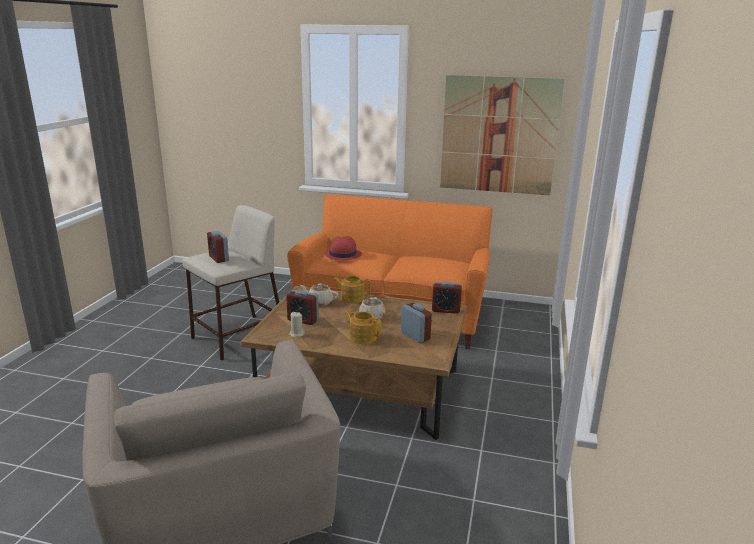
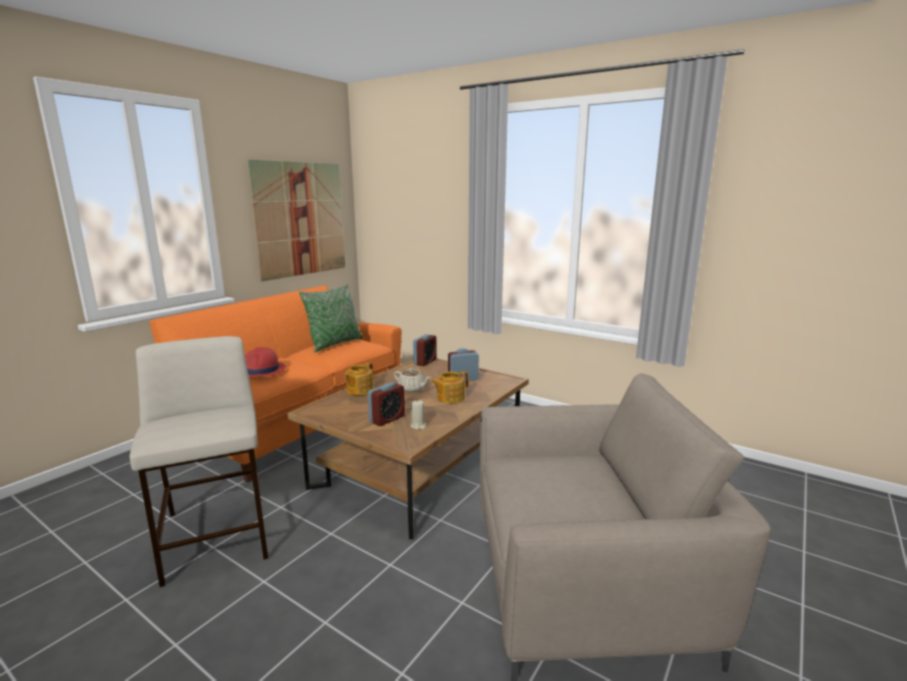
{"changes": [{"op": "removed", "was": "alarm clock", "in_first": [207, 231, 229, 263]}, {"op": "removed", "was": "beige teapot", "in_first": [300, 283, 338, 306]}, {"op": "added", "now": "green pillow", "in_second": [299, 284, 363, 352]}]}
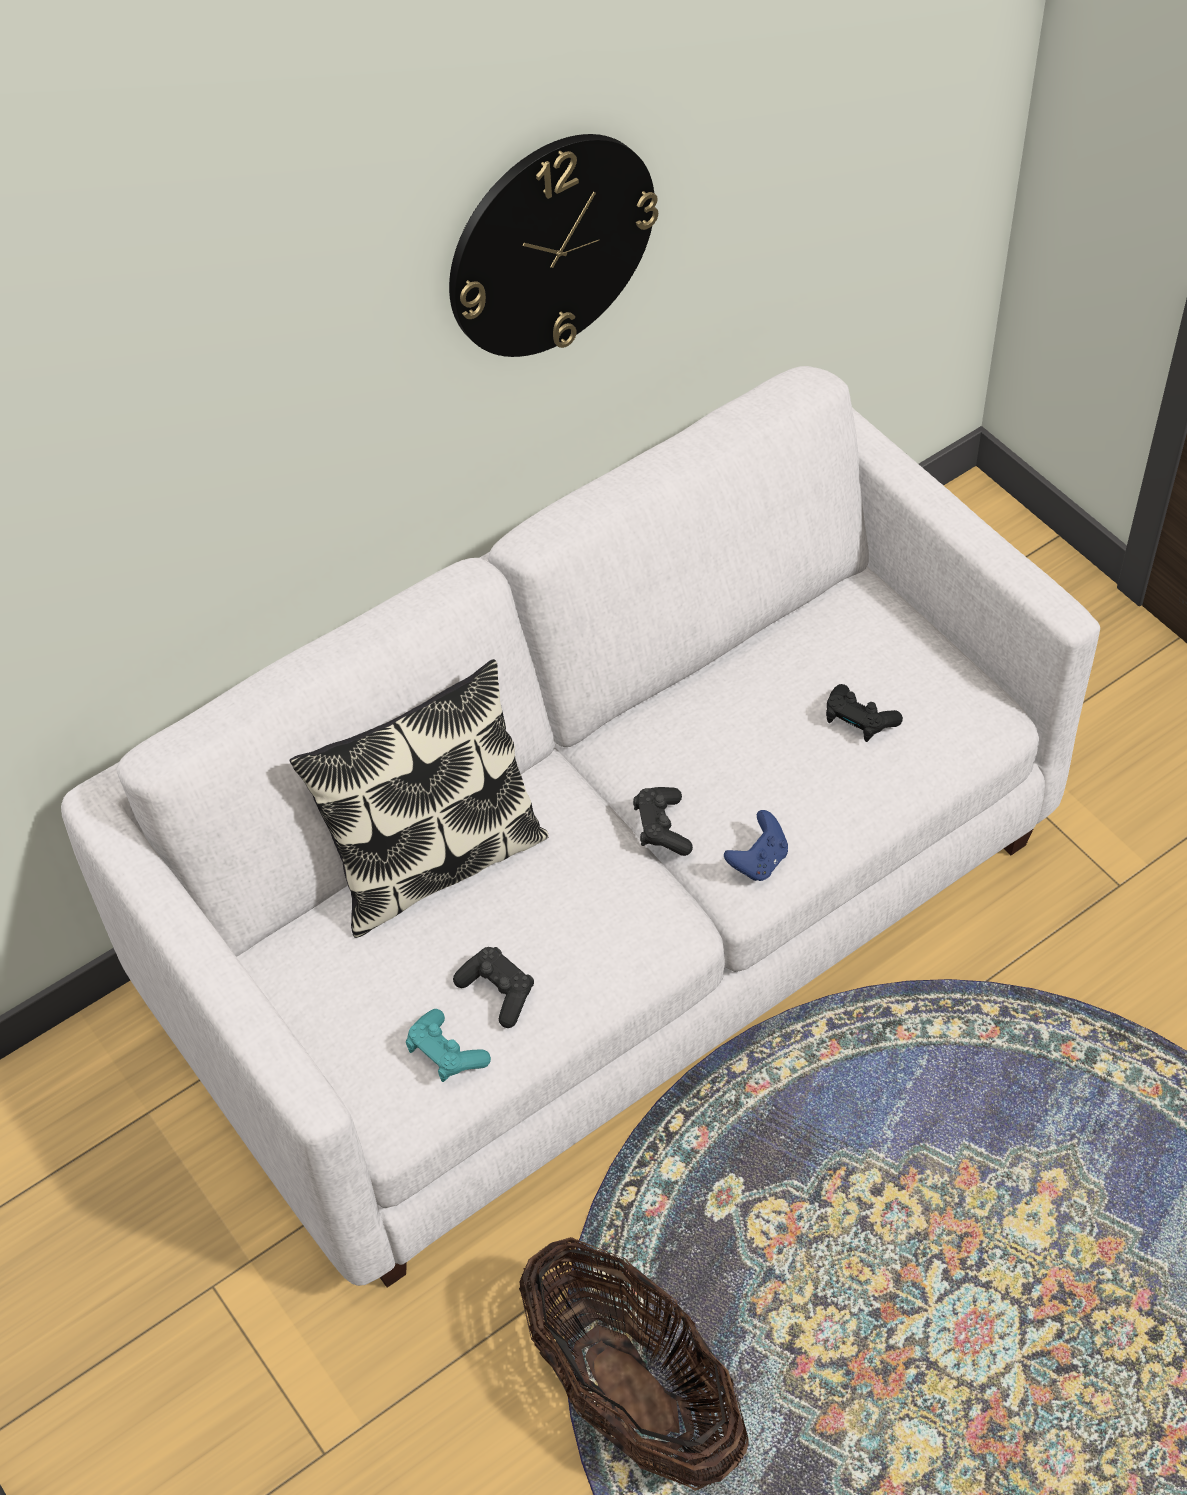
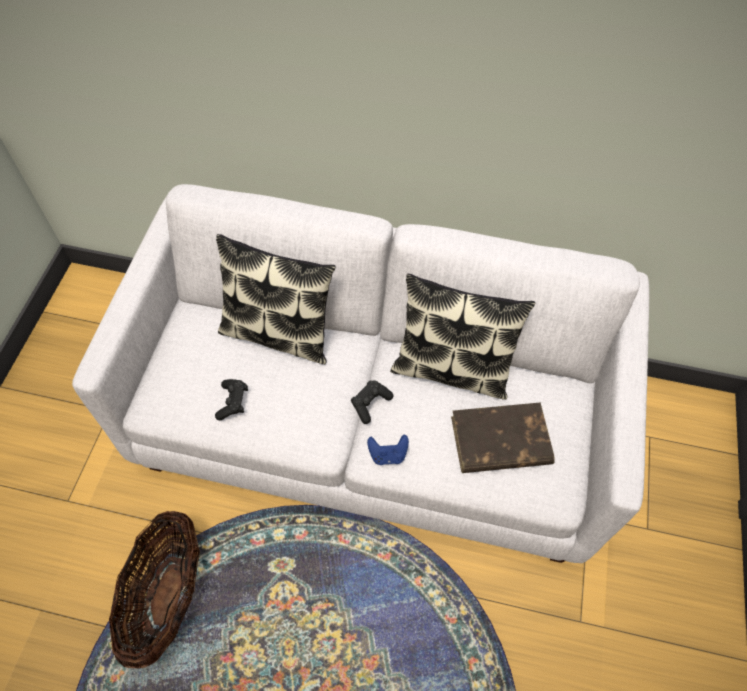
{"changes": [{"op": "removed", "was": "turquoise game controller", "in_first": [406, 1009, 491, 1082]}, {"op": "removed", "was": "wall clock", "in_first": [449, 134, 658, 357]}, {"op": "replaced", "was": "black game controller", "now": "brown book", "in_first": [826, 684, 903, 742], "in_second": [451, 402, 555, 473]}, {"op": "added", "now": "pillow", "in_second": [390, 274, 535, 400]}]}
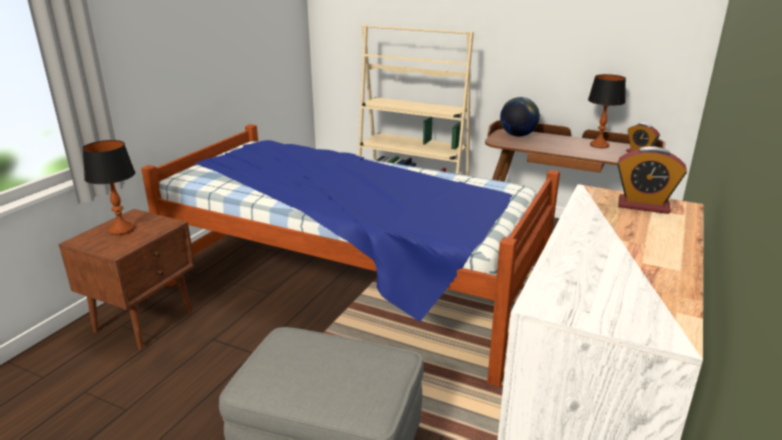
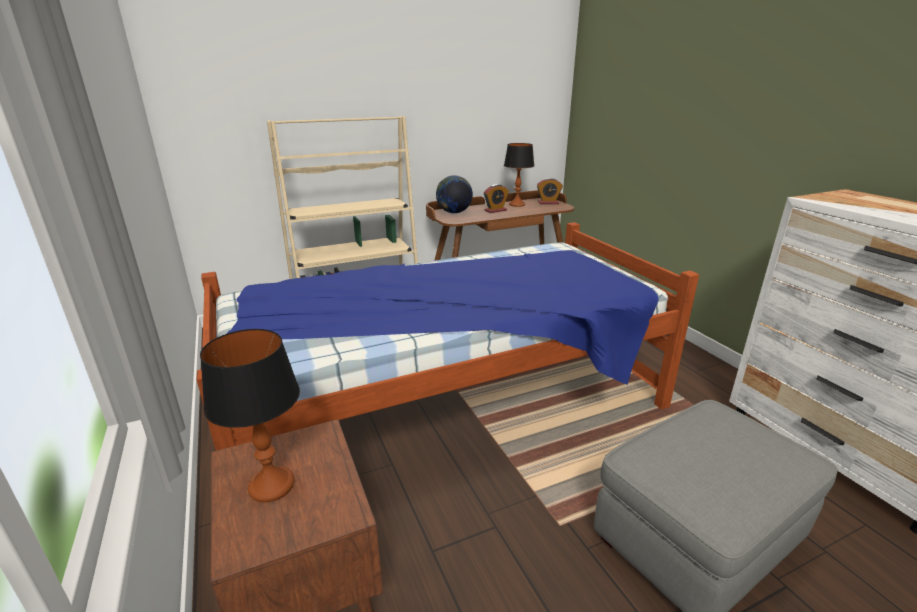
{"changes": [{"op": "moved", "was": "alarm clock", "in_first": [617, 146, 687, 214], "in_second": [484, 184, 509, 213]}]}
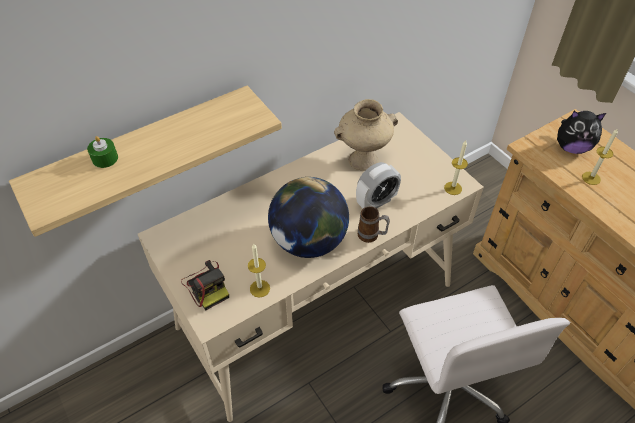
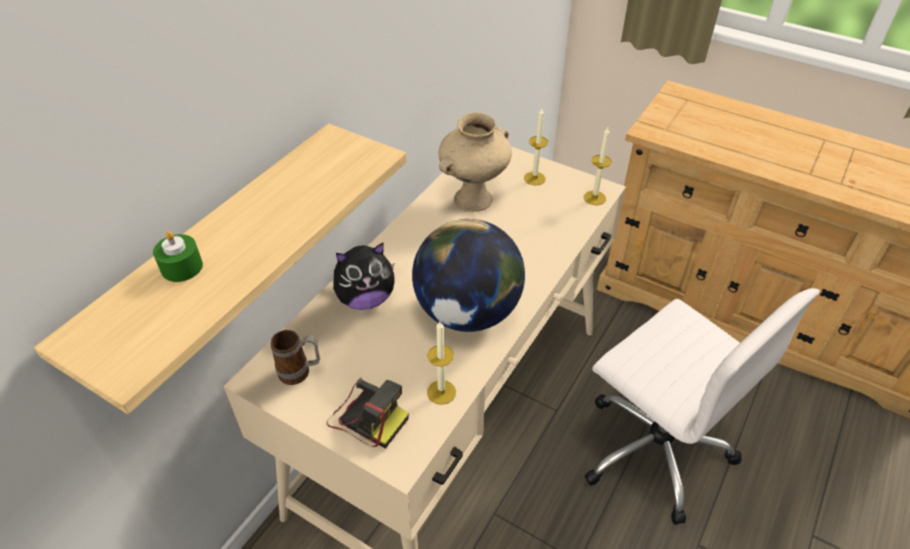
{"changes": [{"op": "removed", "was": "alarm clock", "in_first": [356, 162, 401, 209]}, {"op": "moved", "was": "mug", "in_first": [358, 206, 390, 243], "in_second": [271, 330, 320, 385]}, {"op": "moved", "was": "plush toy", "in_first": [557, 111, 606, 154], "in_second": [333, 243, 395, 310]}, {"op": "moved", "was": "candle", "in_first": [582, 128, 618, 185], "in_second": [524, 109, 548, 185]}]}
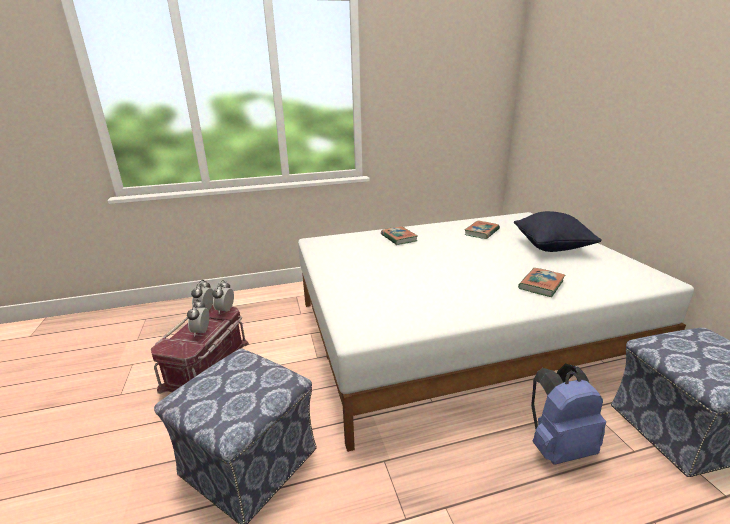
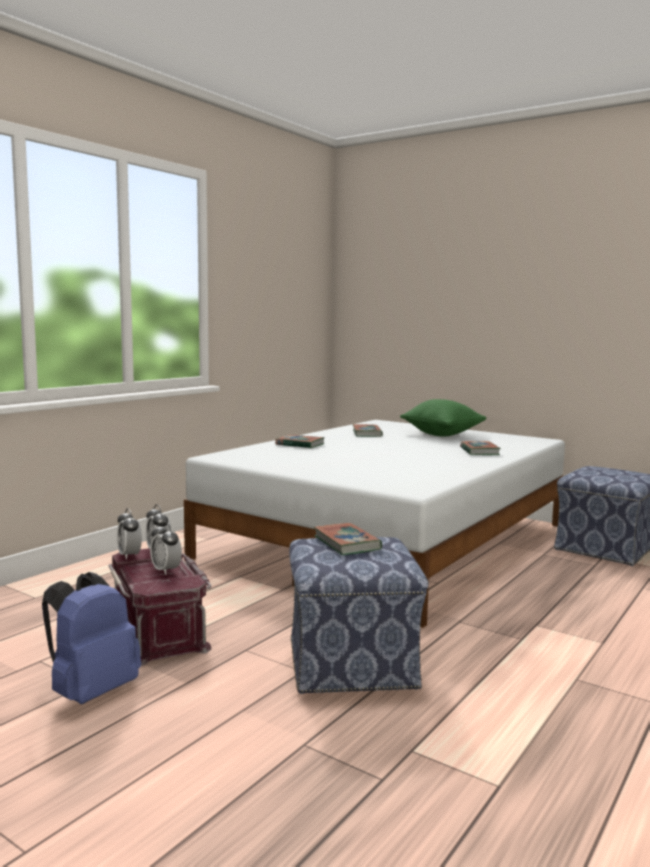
{"changes": [{"op": "recoloured", "was": "black pillow", "now": "green pillow", "in_first": [514, 211, 602, 252], "in_second": [400, 399, 486, 437]}, {"op": "moved", "was": "blue backpack", "in_first": [531, 363, 606, 465], "in_second": [42, 572, 141, 704]}, {"op": "added", "now": "book", "in_second": [314, 523, 382, 555]}]}
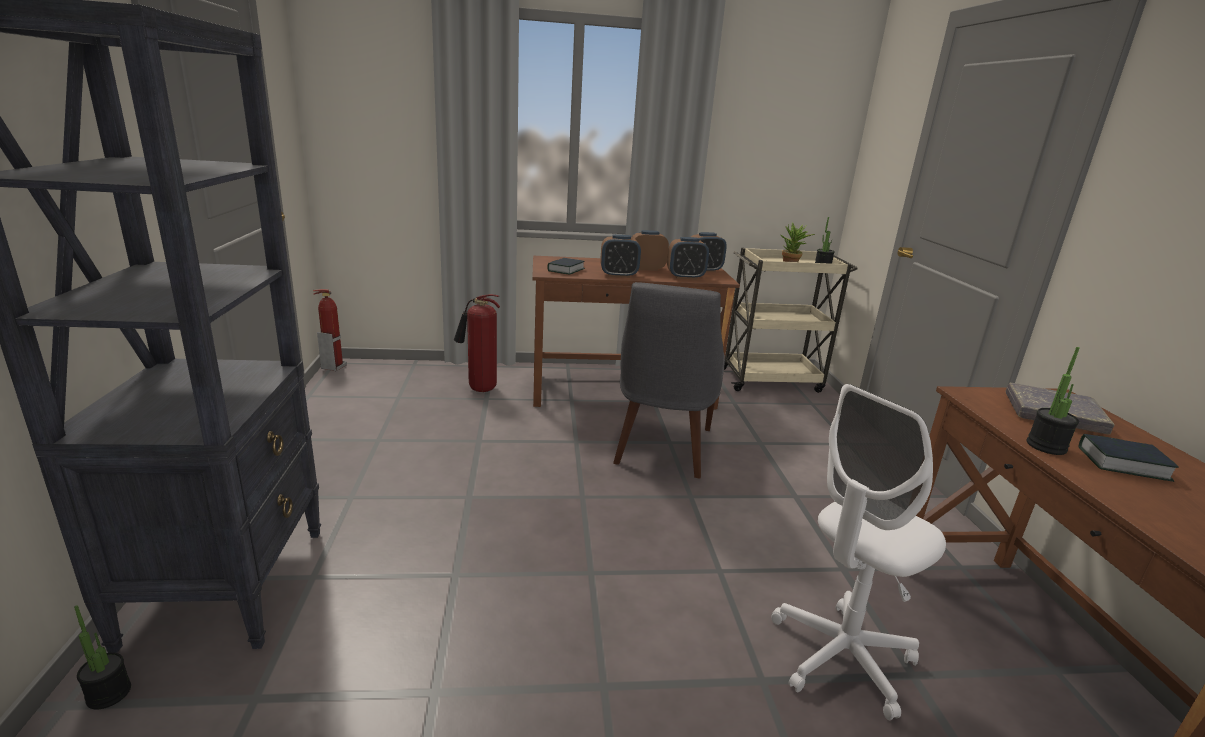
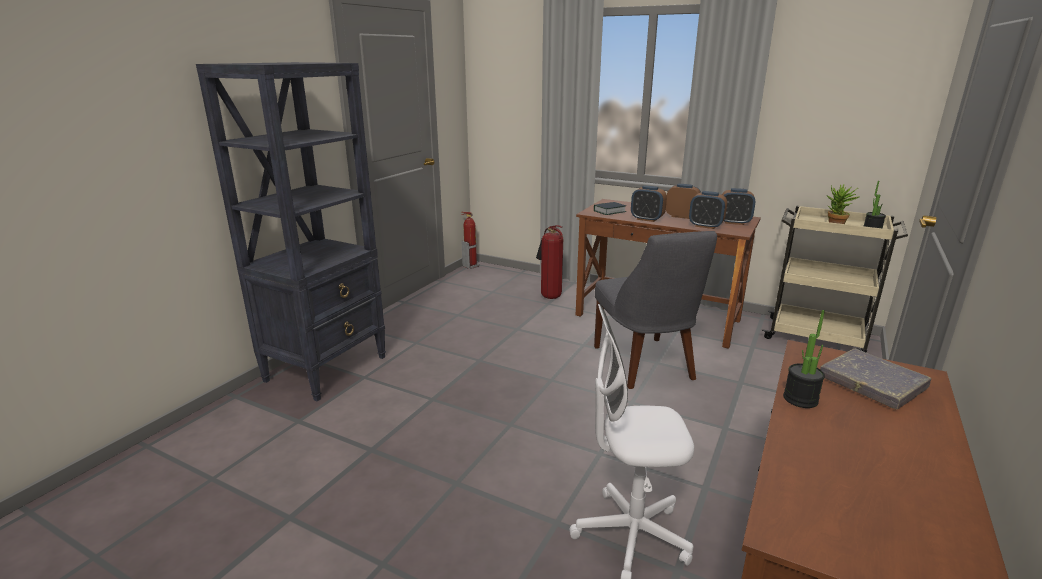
{"changes": [{"op": "removed", "was": "potted plant", "in_first": [74, 605, 131, 709]}, {"op": "turned", "was": "grey chair", "in_first": [613, 282, 725, 478], "in_second": [594, 231, 717, 389], "clockwise": -60}, {"op": "removed", "was": "book", "in_first": [1078, 434, 1179, 482]}]}
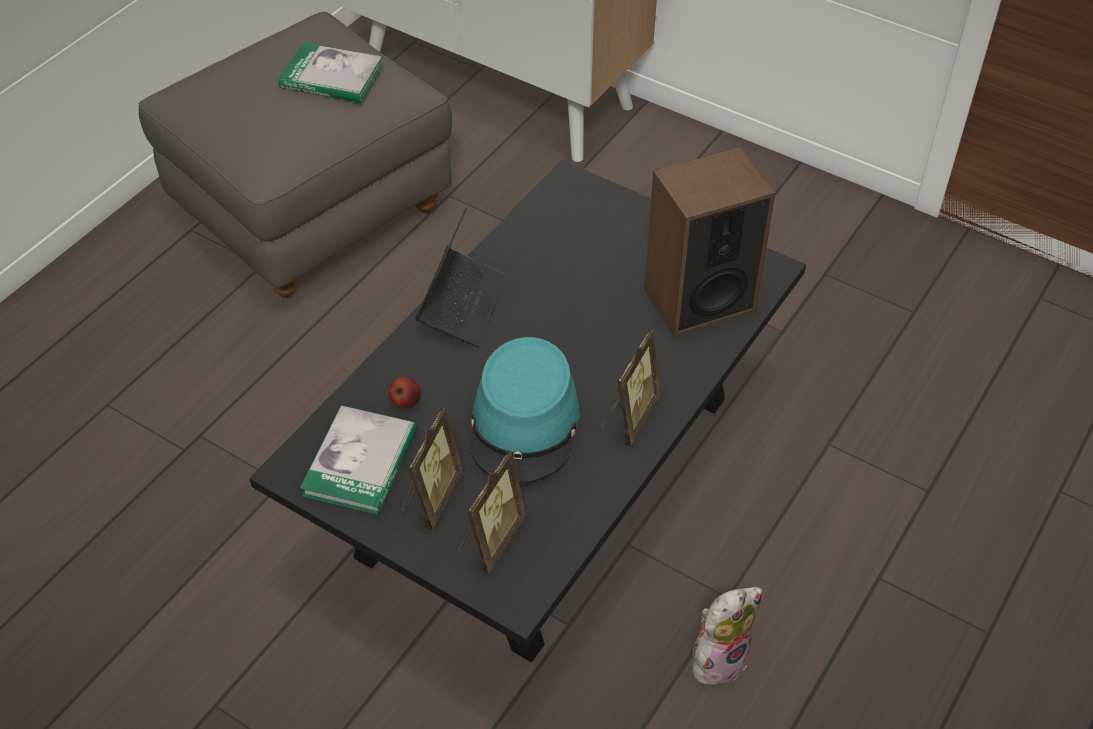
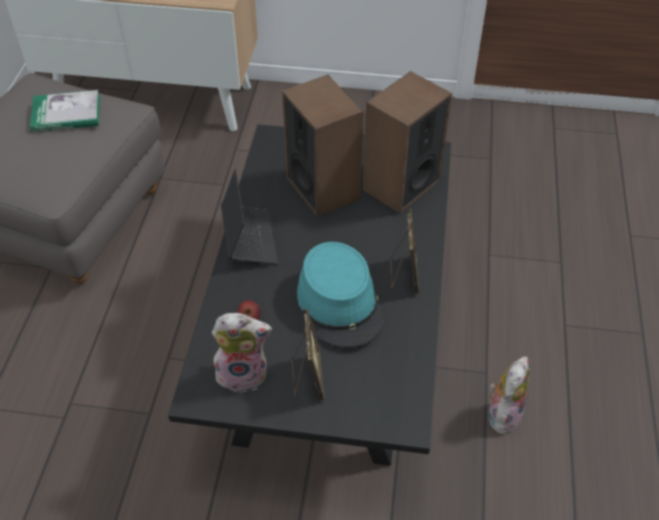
{"changes": [{"op": "replaced", "was": "book", "now": "plush toy", "in_first": [300, 405, 417, 515], "in_second": [212, 313, 272, 393]}, {"op": "removed", "was": "picture frame", "in_first": [459, 450, 527, 575]}, {"op": "added", "now": "speaker", "in_second": [282, 74, 363, 217]}]}
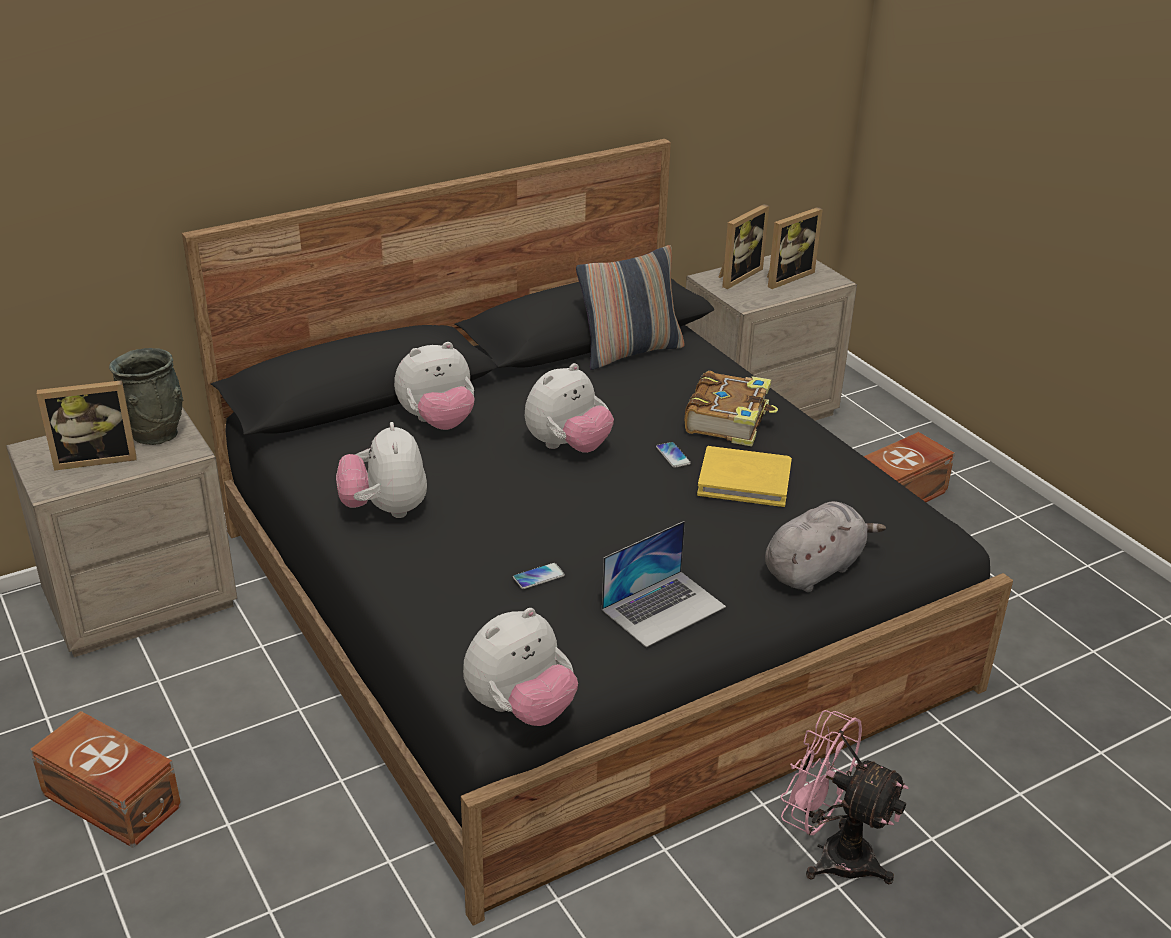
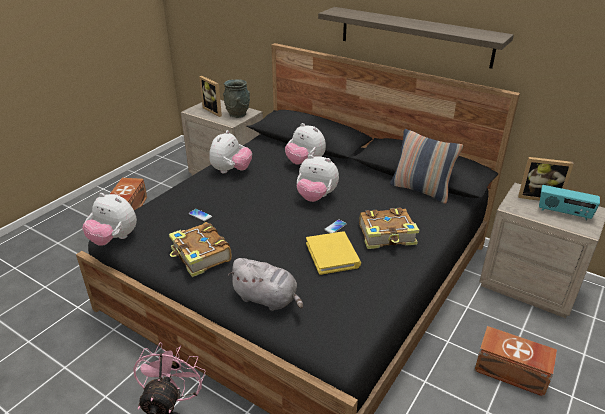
{"changes": [{"op": "turned", "was": "plush toy", "in_first": [336, 422, 427, 518], "in_second": [209, 130, 252, 173], "clockwise": 150}, {"op": "replaced", "was": "laptop", "now": "book", "in_first": [602, 521, 726, 647], "in_second": [169, 222, 232, 277]}, {"op": "replaced", "was": "picture frame", "now": "radio", "in_first": [767, 207, 823, 289], "in_second": [539, 185, 600, 220]}, {"op": "added", "now": "shelf", "in_second": [318, 7, 514, 69]}]}
